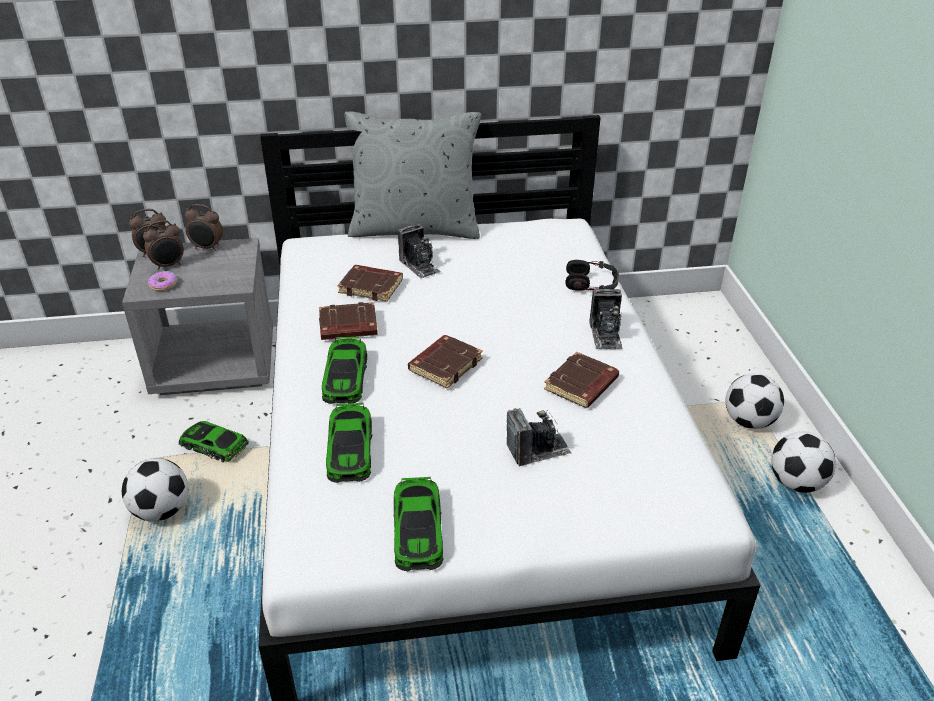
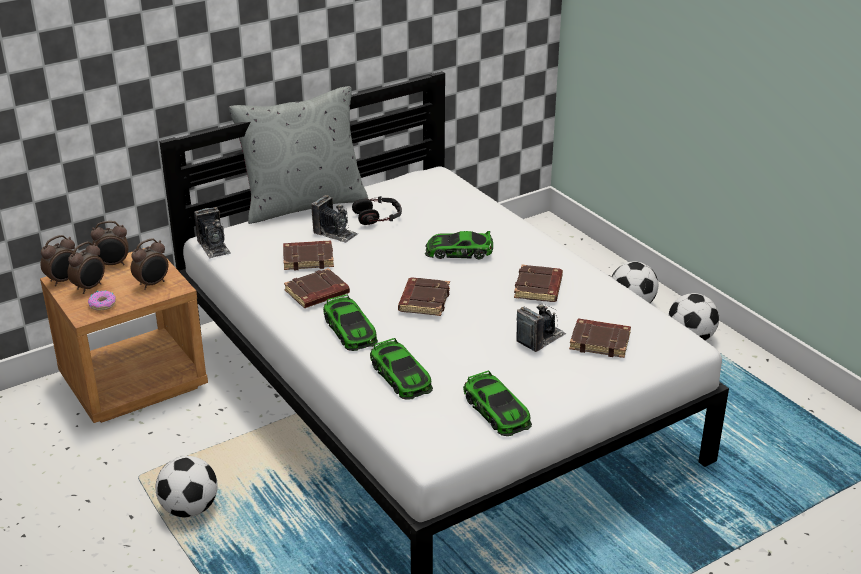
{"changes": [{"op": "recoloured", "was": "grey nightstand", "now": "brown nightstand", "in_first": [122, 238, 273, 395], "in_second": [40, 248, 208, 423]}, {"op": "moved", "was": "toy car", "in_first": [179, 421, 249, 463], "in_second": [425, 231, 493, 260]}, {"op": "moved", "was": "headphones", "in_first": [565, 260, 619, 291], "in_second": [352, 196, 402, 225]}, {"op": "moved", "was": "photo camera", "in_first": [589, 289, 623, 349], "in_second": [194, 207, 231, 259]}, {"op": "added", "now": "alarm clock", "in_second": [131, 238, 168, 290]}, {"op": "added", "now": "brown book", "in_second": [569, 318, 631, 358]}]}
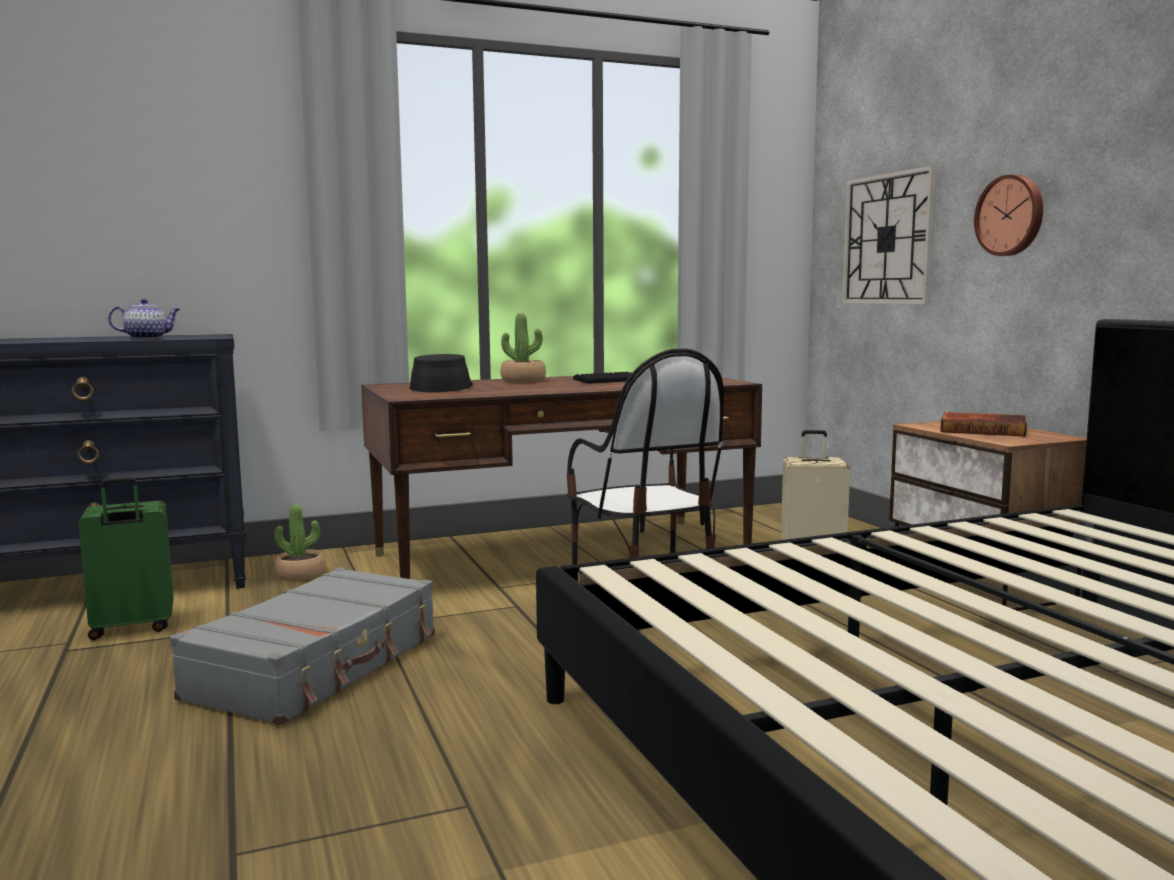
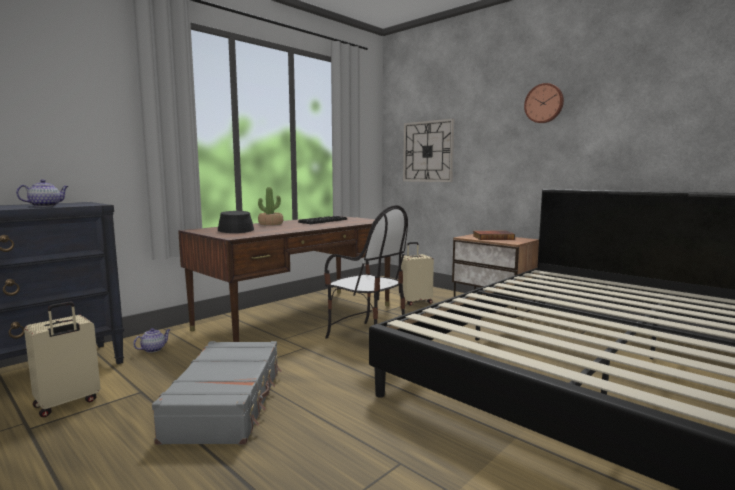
{"changes": [{"op": "recoloured", "was": "green suitcase", "now": "beige suitcase", "in_first": [78, 477, 174, 640], "in_second": [24, 301, 101, 417]}, {"op": "replaced", "was": "potted plant", "now": "teapot", "in_first": [274, 505, 325, 581], "in_second": [133, 328, 171, 353]}, {"op": "moved", "was": "wall clock", "in_first": [974, 174, 1043, 256], "in_second": [524, 83, 564, 123]}]}
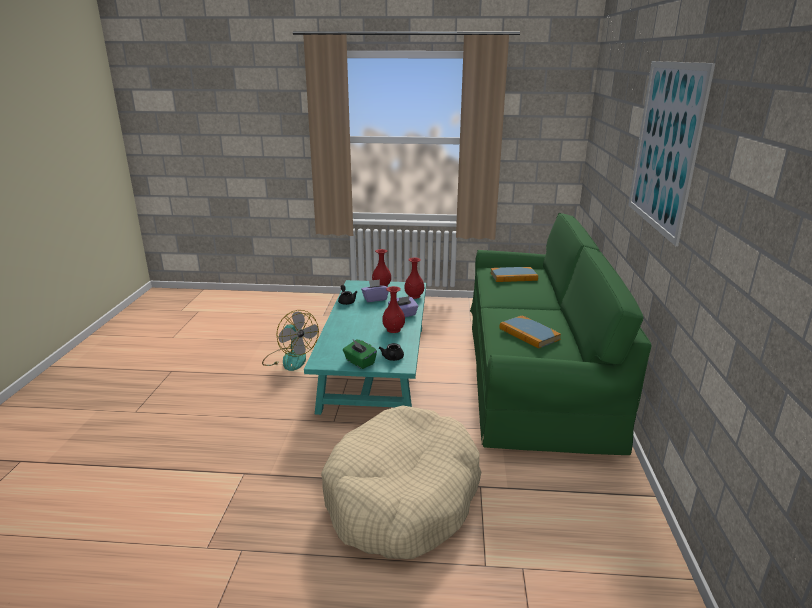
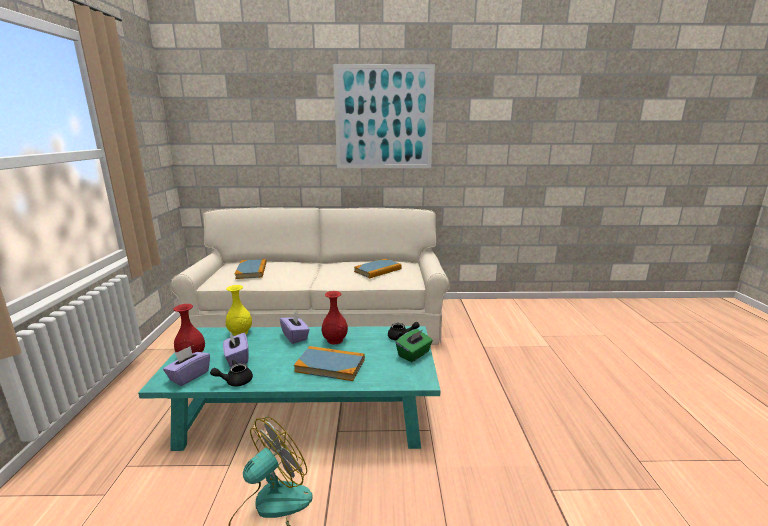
{"changes": [{"op": "removed", "was": "beige dog bed", "in_first": [321, 405, 481, 559]}, {"op": "recoloured", "was": "red vase", "now": "yellow vase", "in_first": [404, 257, 424, 299], "in_second": [226, 285, 252, 336]}, {"op": "recoloured", "was": "green sofa", "now": "beige sofa", "in_first": [470, 213, 652, 455], "in_second": [171, 207, 450, 345]}, {"op": "added", "now": "purple tissue box", "in_second": [163, 346, 210, 386]}, {"op": "added", "now": "book", "in_second": [294, 346, 365, 381]}]}
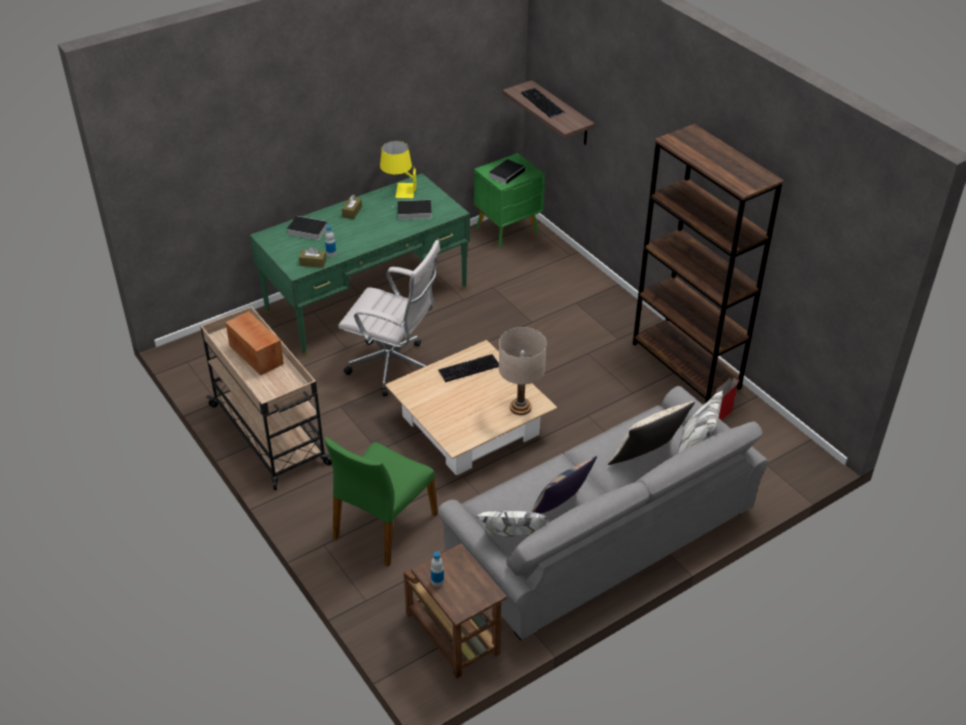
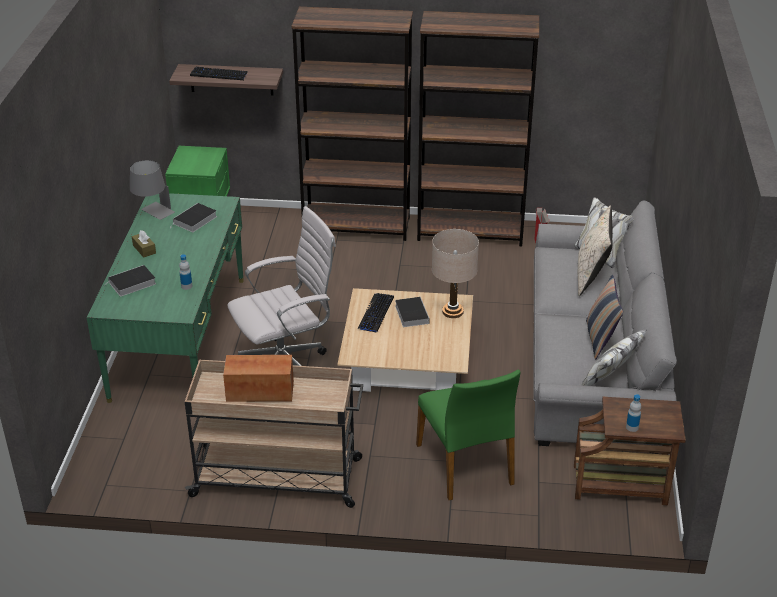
{"changes": [{"op": "removed", "was": "brown tissue box", "in_first": [299, 247, 326, 268]}, {"op": "recoloured", "was": "yellow table lamp", "now": "grey table lamp", "in_first": [380, 141, 416, 198], "in_second": [130, 160, 175, 220]}, {"op": "moved", "was": "book", "in_first": [489, 159, 525, 184], "in_second": [395, 297, 430, 327]}, {"op": "added", "now": "brown bookcase", "in_second": [292, 7, 413, 241]}]}
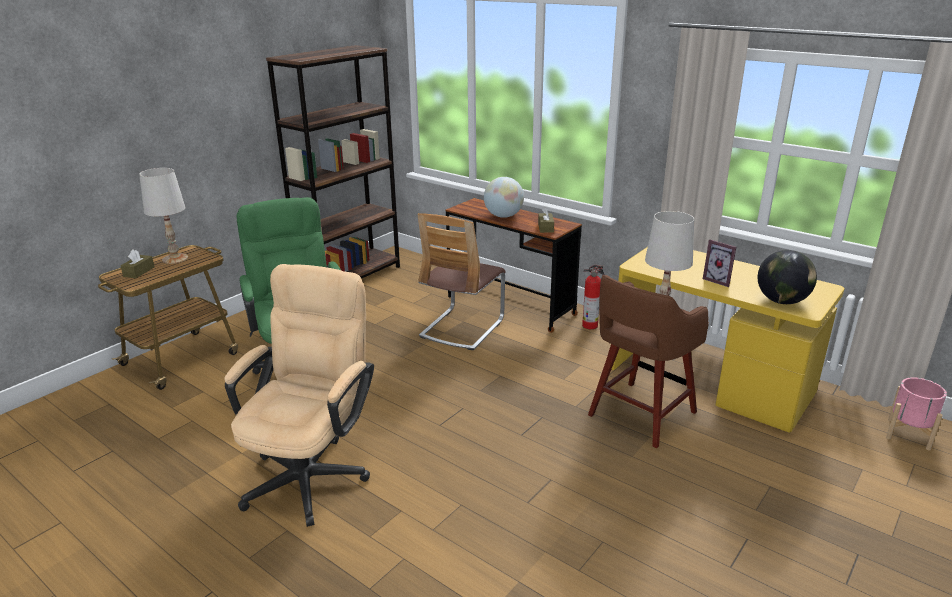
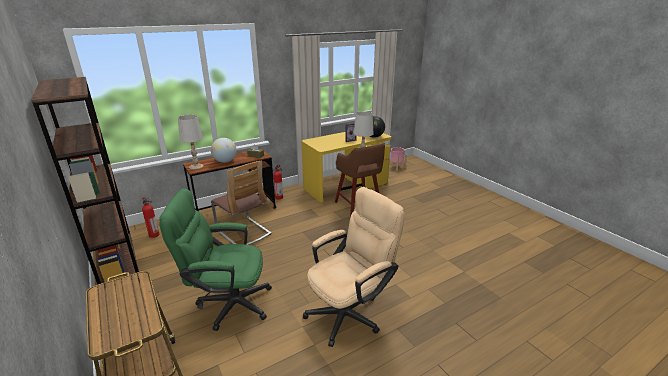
{"changes": [{"op": "removed", "was": "brown tissue box", "in_first": [121, 249, 154, 278]}, {"op": "moved", "was": "white table lamp", "in_first": [139, 168, 188, 264], "in_second": [178, 115, 204, 170]}, {"op": "turned", "was": "beige office chair", "in_first": [224, 264, 374, 527], "in_second": [303, 187, 405, 347], "clockwise": 105}, {"op": "added", "now": "fire extinguisher", "in_second": [142, 197, 159, 238]}]}
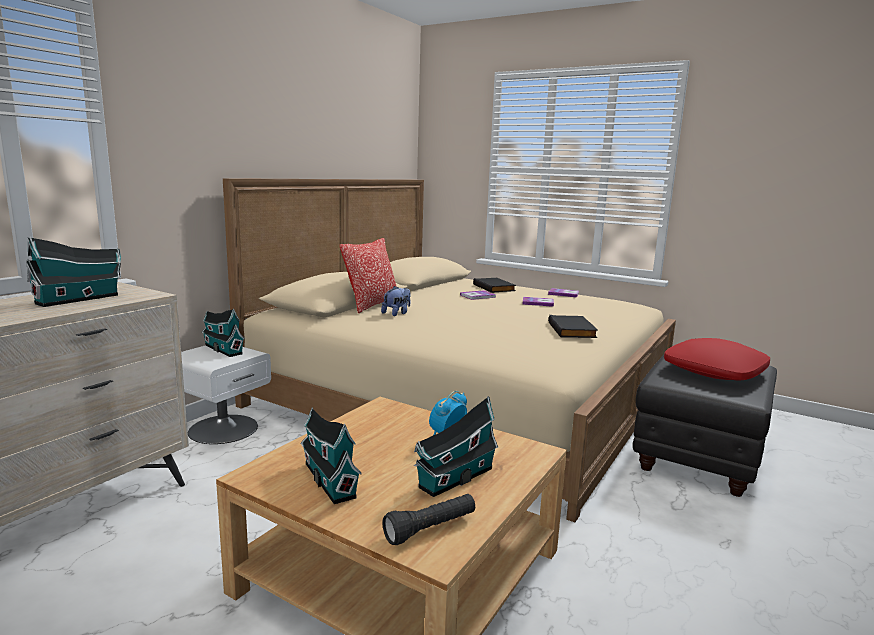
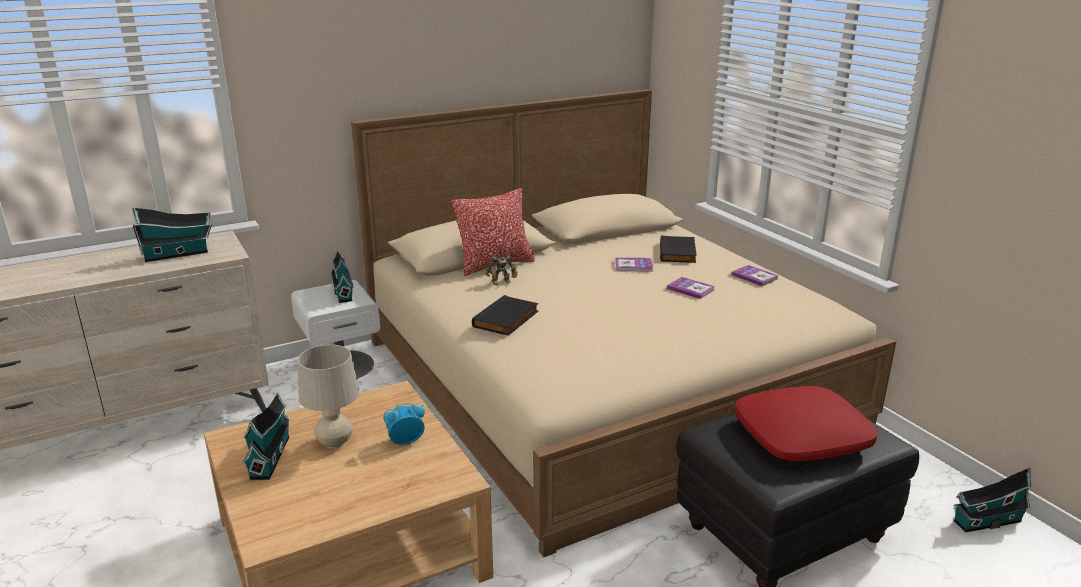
{"changes": [{"op": "replaced", "was": "plush toy", "now": "toy robot", "in_first": [381, 286, 411, 316], "in_second": [486, 256, 518, 285]}, {"op": "removed", "was": "black flashlight", "in_first": [382, 494, 475, 545]}, {"op": "moved", "was": "toy house", "in_first": [414, 396, 498, 497], "in_second": [954, 467, 1031, 532]}, {"op": "moved", "was": "black book", "in_first": [548, 315, 598, 338], "in_second": [472, 295, 538, 336]}, {"op": "added", "now": "beige table lamp", "in_second": [297, 345, 360, 448]}]}
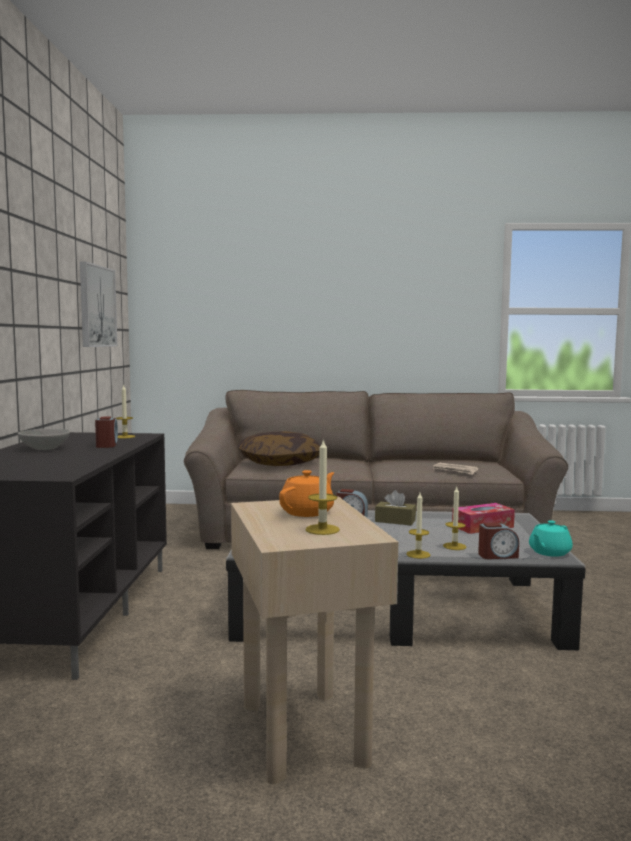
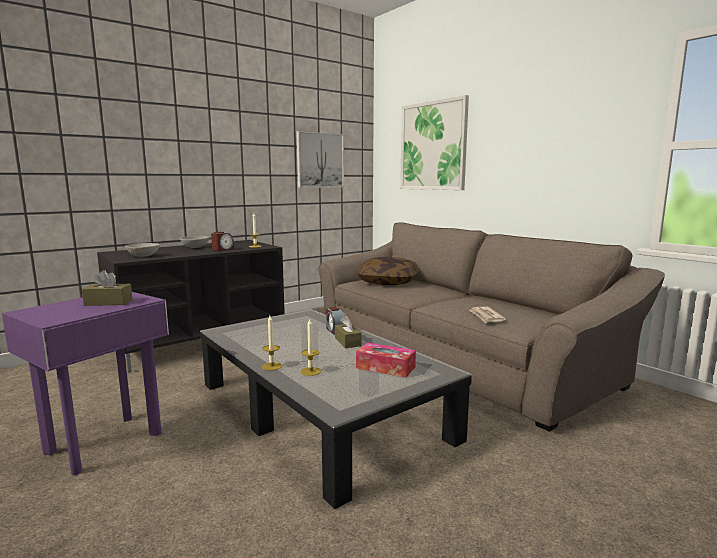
{"changes": [{"op": "recoloured", "was": "beige side table", "now": "purple side table", "in_first": [231, 497, 399, 784], "in_second": [2, 292, 169, 475]}, {"op": "replaced", "was": "orange teapot", "now": "brown tissue box", "in_first": [279, 470, 334, 517], "in_second": [82, 270, 133, 306]}, {"op": "removed", "was": "candle", "in_first": [305, 439, 340, 535]}, {"op": "removed", "was": "alarm clock", "in_first": [478, 523, 519, 559]}, {"op": "removed", "was": "turquoise teapot", "in_first": [529, 520, 573, 557]}, {"op": "added", "now": "grey bowl", "in_second": [125, 243, 160, 257]}, {"op": "added", "now": "picture", "in_second": [400, 95, 469, 190]}]}
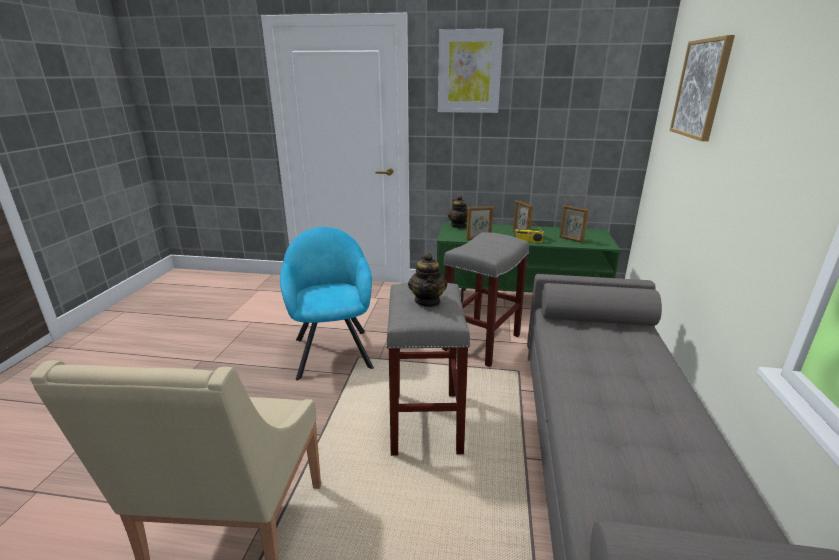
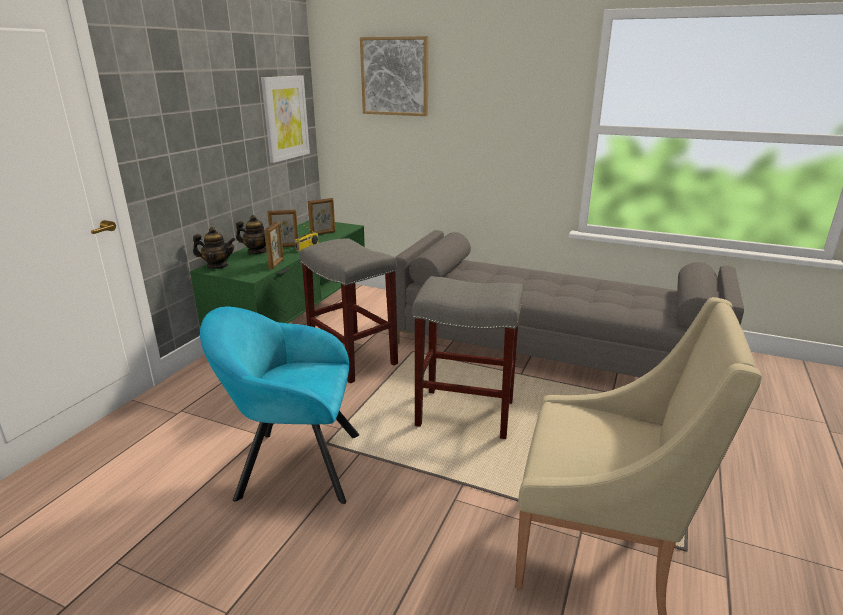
{"changes": [{"op": "moved", "was": "teapot", "in_first": [408, 253, 448, 307], "in_second": [236, 215, 267, 254]}, {"op": "moved", "was": "picture", "in_first": [438, 29, 504, 113], "in_second": [261, 75, 310, 163]}]}
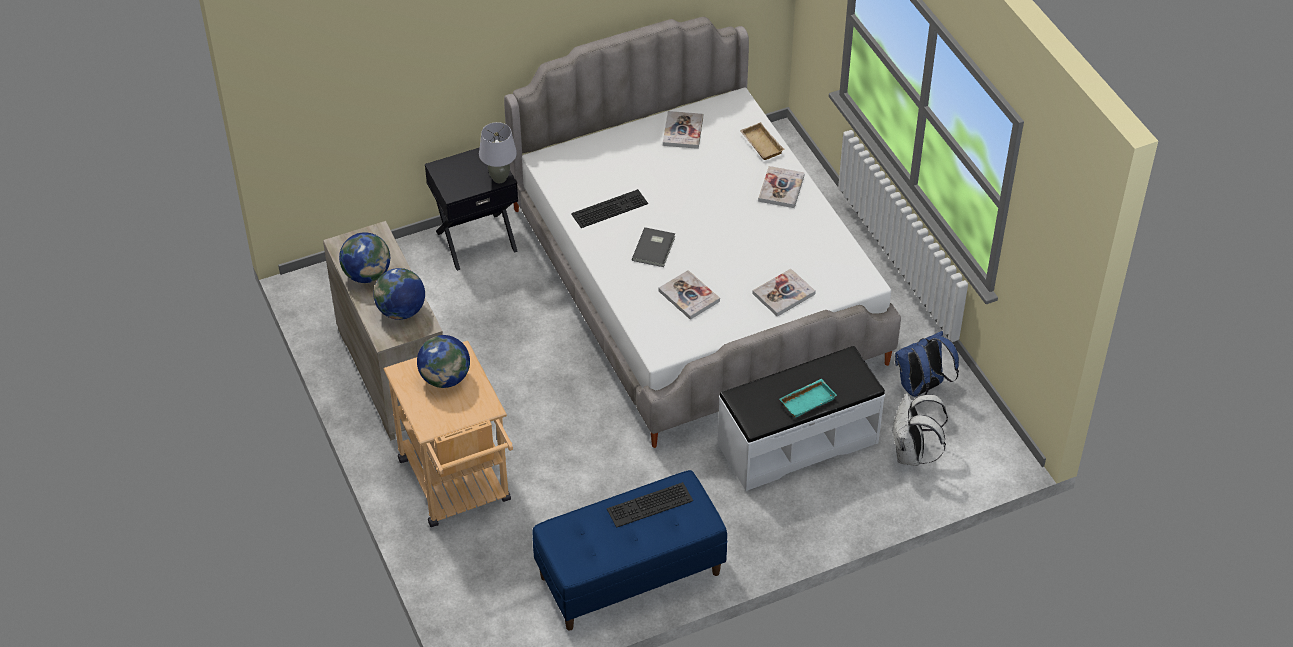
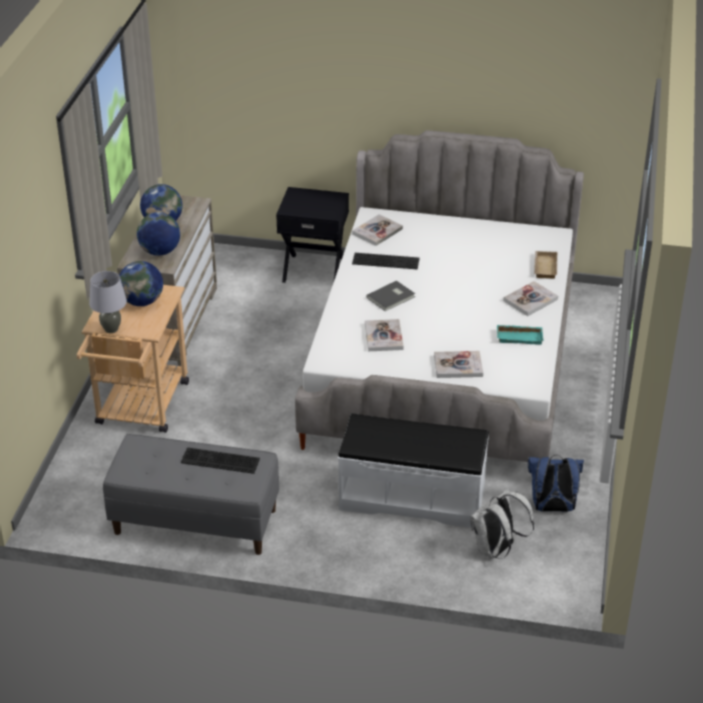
{"changes": [{"op": "moved", "was": "grey table lamp", "in_first": [479, 122, 517, 183], "in_second": [89, 271, 127, 333]}, {"op": "recoloured", "was": "blue bench", "now": "grey bench", "in_first": [532, 470, 728, 631], "in_second": [103, 434, 279, 555]}, {"op": "moved", "was": "book", "in_first": [663, 111, 703, 149], "in_second": [352, 214, 403, 246]}, {"op": "moved", "was": "turquoise tray", "in_first": [779, 379, 837, 418], "in_second": [497, 325, 544, 345]}]}
